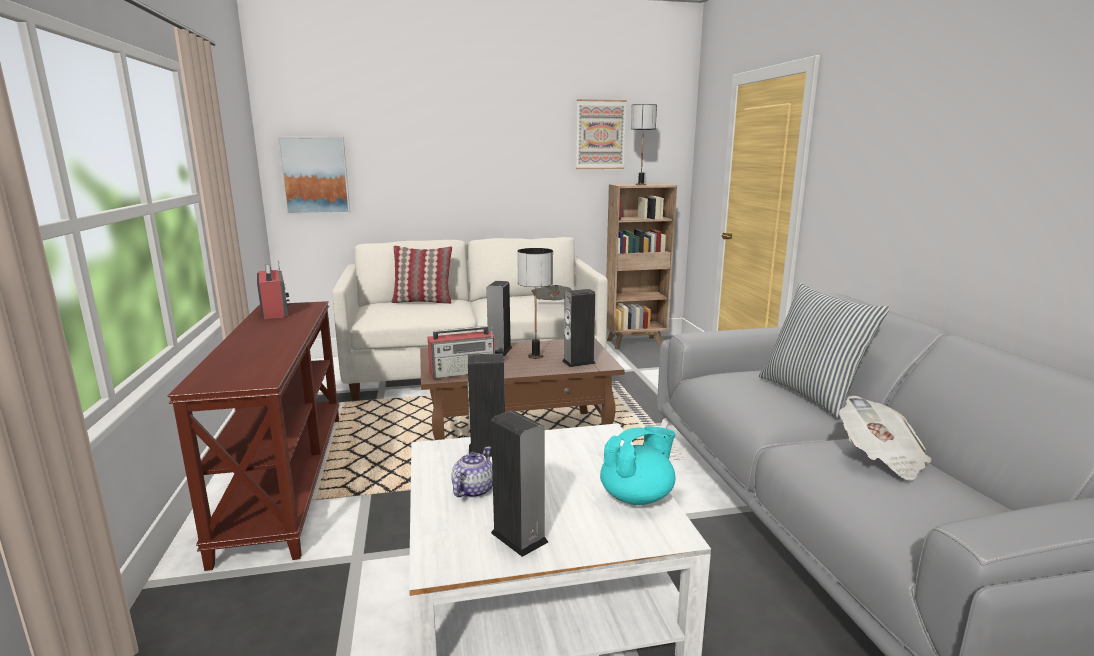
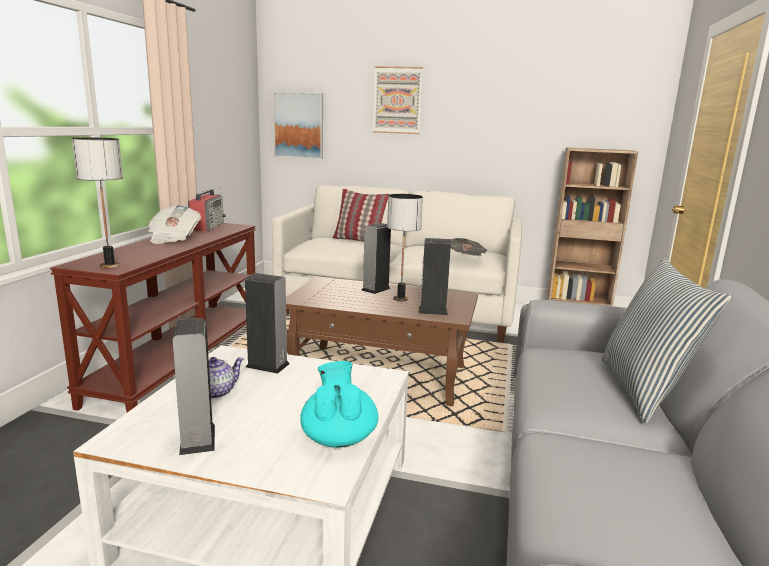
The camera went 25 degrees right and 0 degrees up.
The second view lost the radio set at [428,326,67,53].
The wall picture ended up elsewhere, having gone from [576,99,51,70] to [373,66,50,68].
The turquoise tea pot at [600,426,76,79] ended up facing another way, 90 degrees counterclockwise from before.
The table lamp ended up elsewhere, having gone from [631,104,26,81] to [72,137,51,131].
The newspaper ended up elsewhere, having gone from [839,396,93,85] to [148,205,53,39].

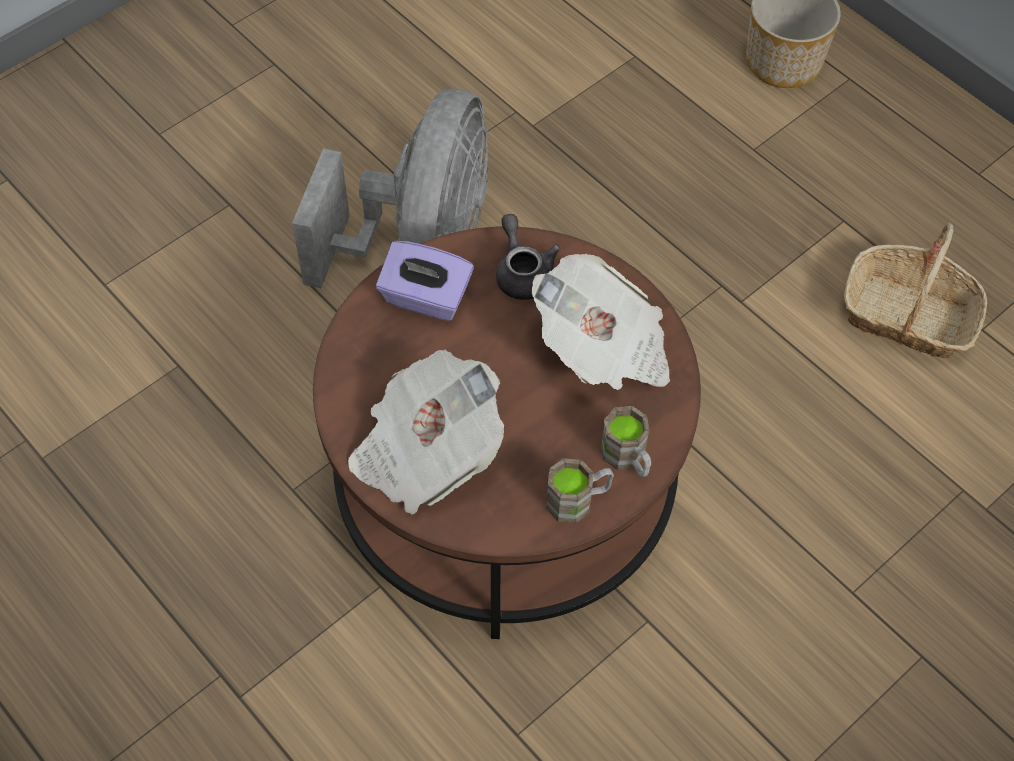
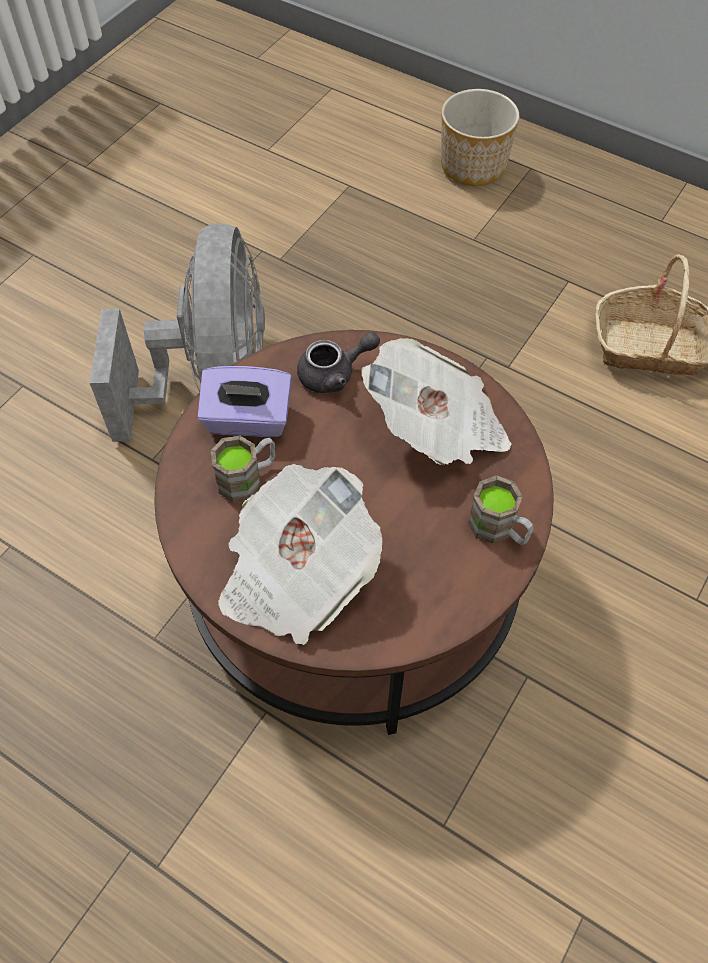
The camera went 15 degrees left and 0 degrees up.
The gray tea pot at [496,214,65,86] ended up facing another way, 105 degrees clockwise from before.
The brown mug ended up elsewhere, having gone from [546,458,68,65] to [211,436,64,66].

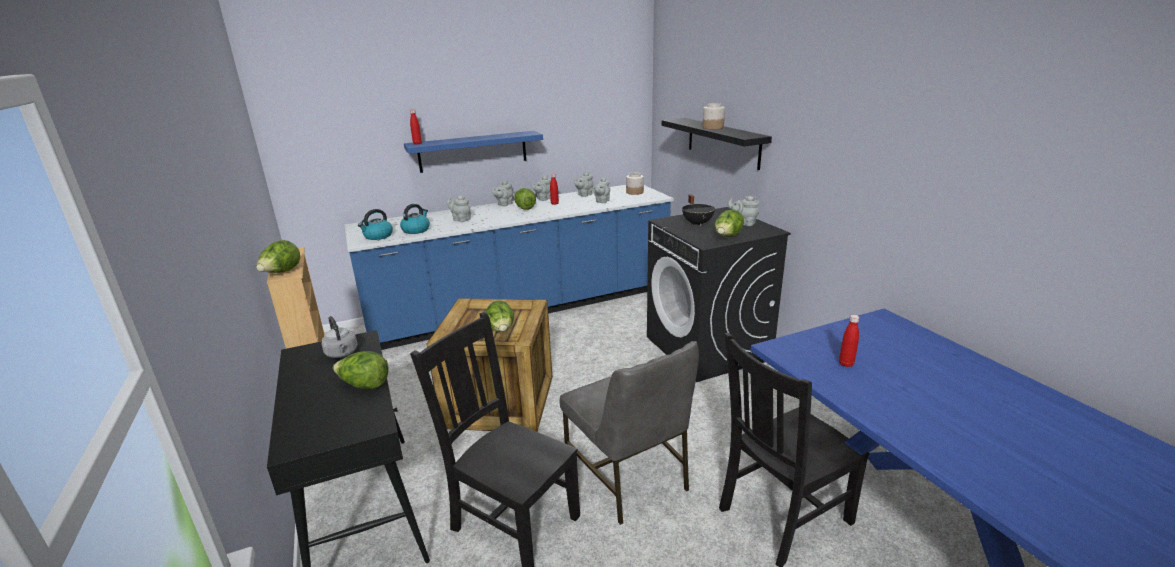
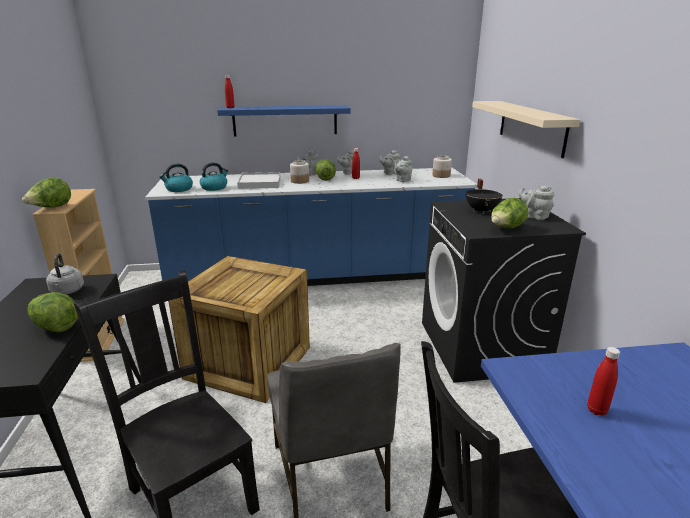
The camera went 15 degrees right and 0 degrees up.
Where the gray tea pot stood at [447,195,24,27], the white carrying tray came to stand at [237,172,43,17].
The second view lost the head of lettuce at [486,301,28,30].
What was the black shelf at [662,118,110,52] turned into the beige-coloured shelf at [472,101,108,57].
The jar ended up elsewhere, having gone from [703,103,22,26] to [290,160,19,24].

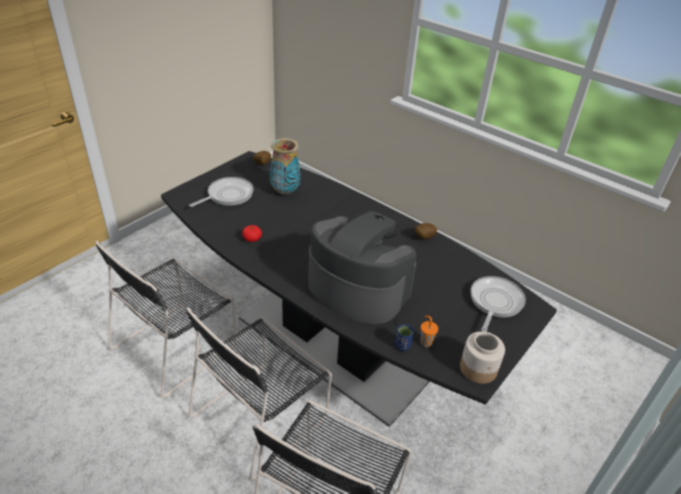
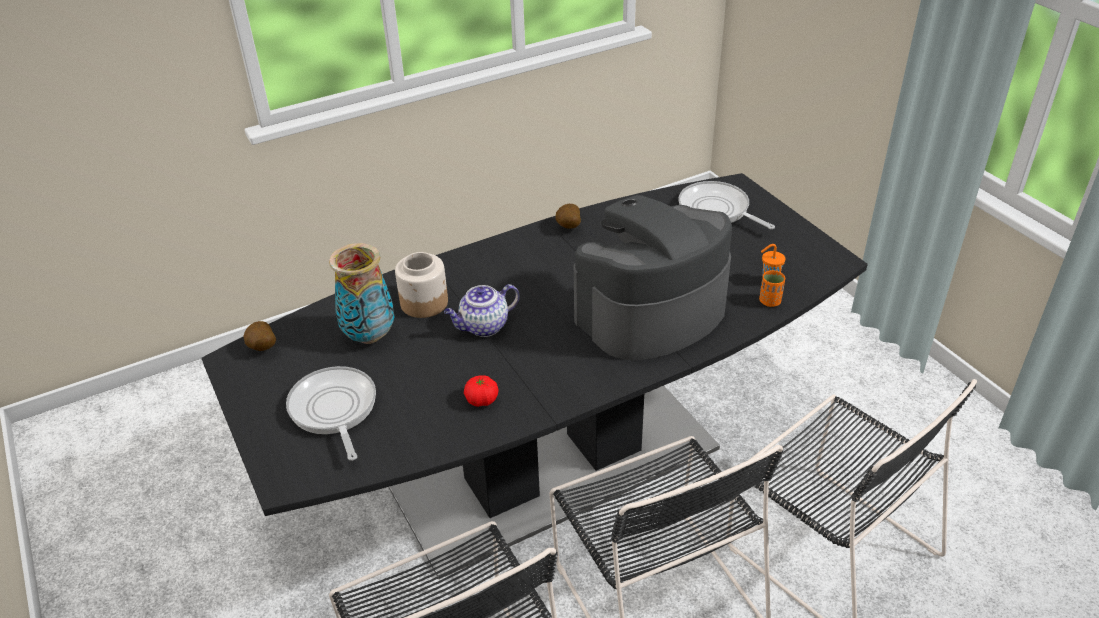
The camera went 65 degrees left and 0 degrees up.
What was the blue cup at [395,324,19,27] turned into the orange cup at [759,270,26,37].
The jar ended up elsewhere, having gone from [460,331,45,53] to [395,252,53,66].
The second view gained the tea pot at [444,284,76,53].

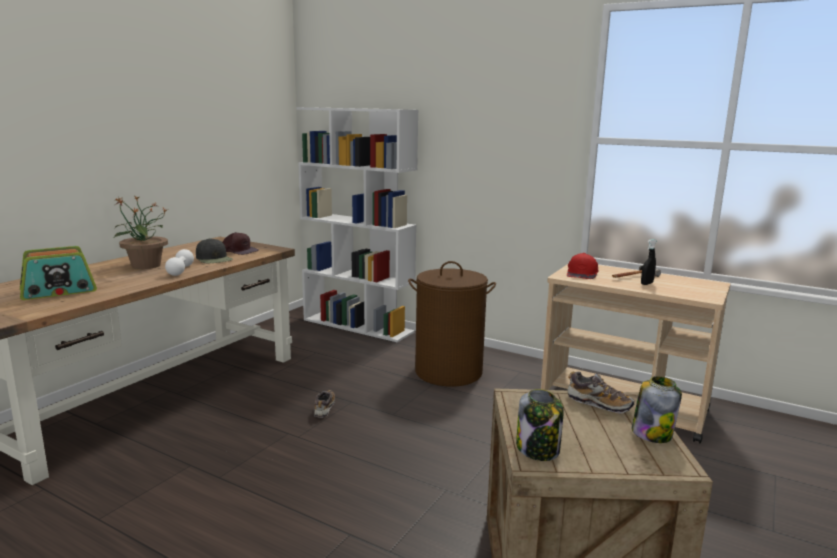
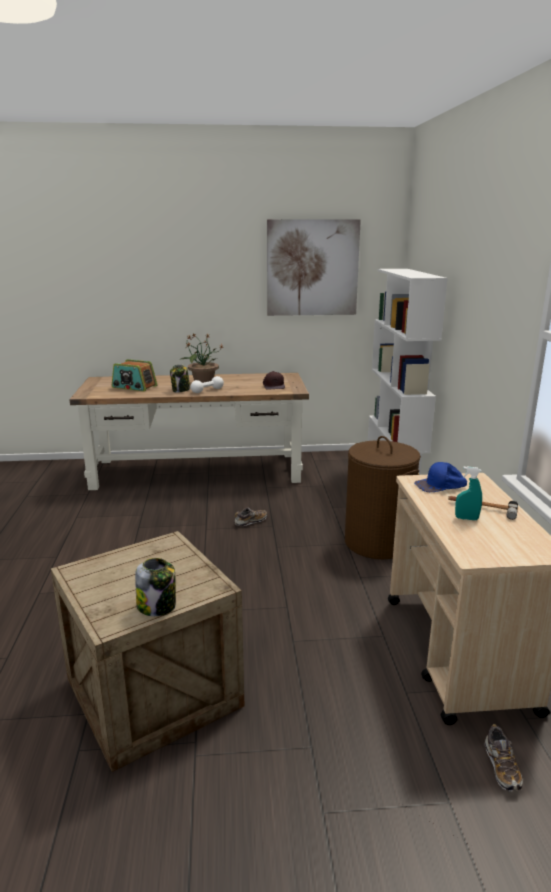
The camera went 55 degrees right and 5 degrees up.
The second view lost the black baseball cap at [196,238,37,25].
The jar ended up elsewhere, having gone from [516,389,48,72] to [170,365,20,28].
What was the red baseball cap at [567,253,32,26] turned into the blue baseball cap at [414,462,53,30].
The low shoe ended up elsewhere, having gone from [568,371,67,43] to [484,724,39,67].
What was the black sprayer at [641,239,15,46] turned into the turquoise sprayer at [455,466,27,54].
The second view gained the wall picture at [267,219,94,97].

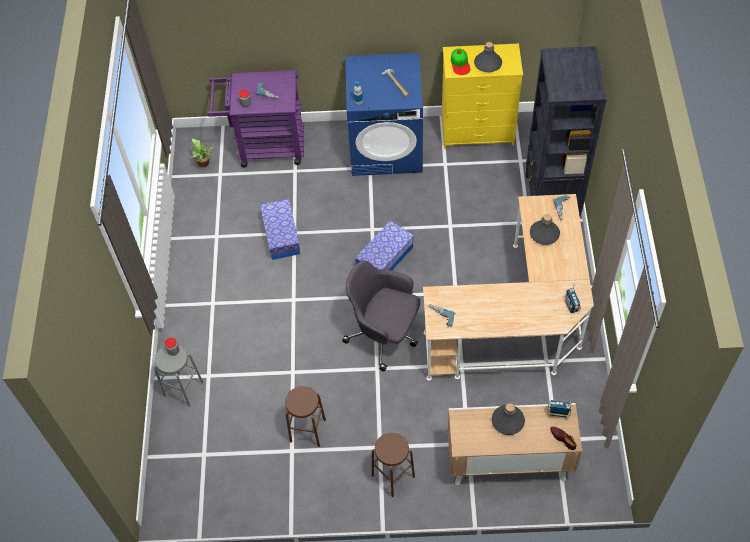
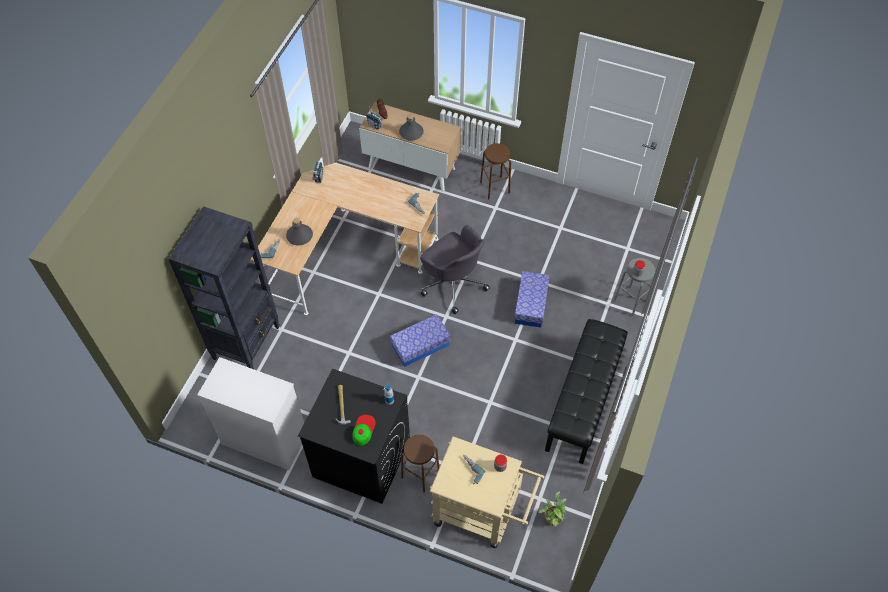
The camera went 160 degrees left and 0 degrees up.
What was the purple cart at [207,70,97,98] turned into the beige-coloured cart at [430,436,114,112].
The storage container ended up elsewhere, having gone from [260,199,40,61] to [514,271,36,57].
The brown stool ended up elsewhere, having gone from [285,386,41,61] to [401,435,38,58].
What was the blue laundry appliance at [345,53,78,123] turned into the black laundry appliance at [298,369,112,135].
What was the yellowish chest of drawers at [442,43,81,106] turned into the white chest of drawers at [197,357,107,113].
The baseball cap ended up elsewhere, having gone from [451,48,19,27] to [352,415,23,31].
The second view lost the gray drink bottle at [474,42,28,30].
The second view gained the black indoor bench at [545,319,83,145].

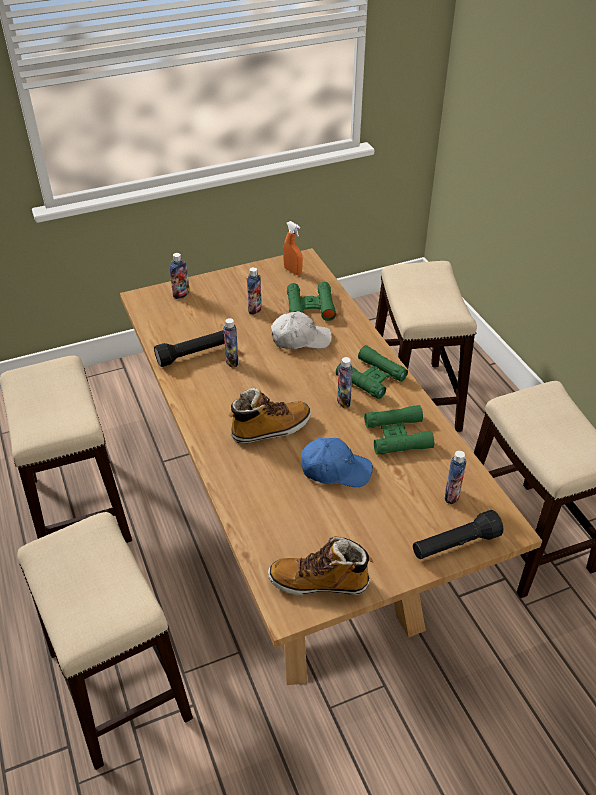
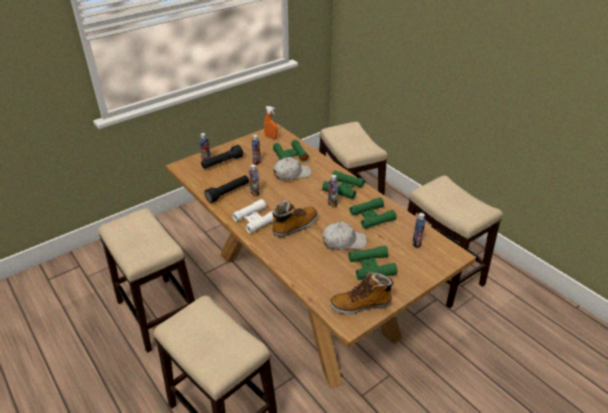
The camera went 15 degrees left and 5 degrees down.
What was the blue baseball cap at [301,438,72,49] turned into the white baseball cap at [322,222,45,28].
The black torch ended up elsewhere, having gone from [413,510,90,49] to [201,145,42,24].
The second view gained the white binoculars at [232,199,42,34].
The second view gained the greenish binoculars at [348,246,49,34].

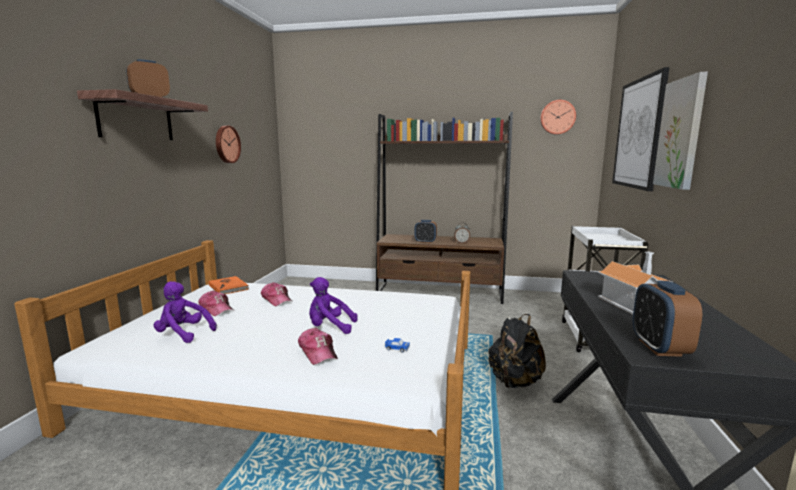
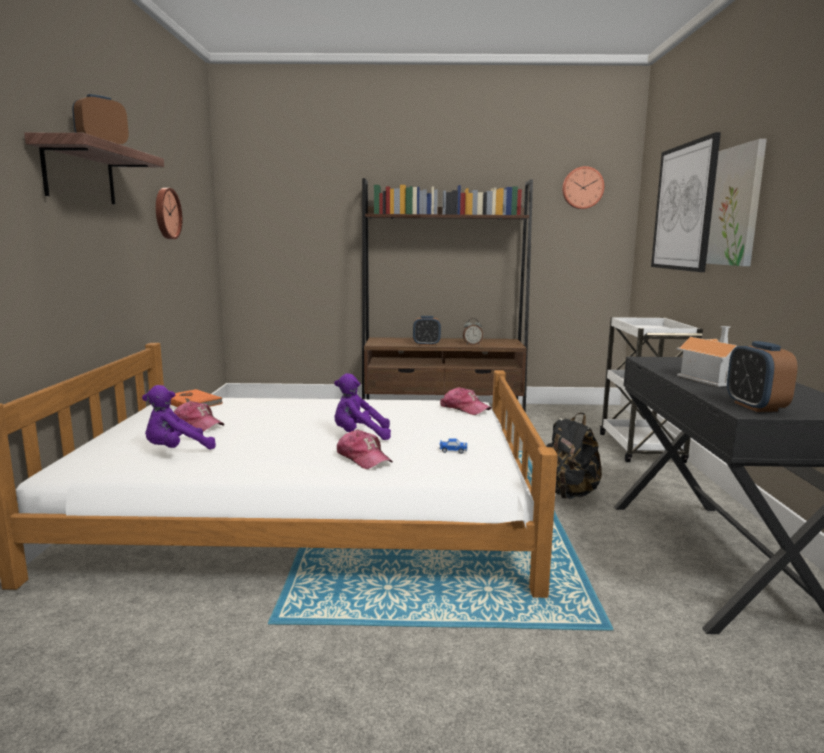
The camera went 10 degrees left and 0 degrees up.
The purple plush toy at [154,281,63,62] ended up facing another way, 45 degrees counterclockwise from before.
The baseball cap ended up elsewhere, having gone from [261,282,32,24] to [440,387,51,28].

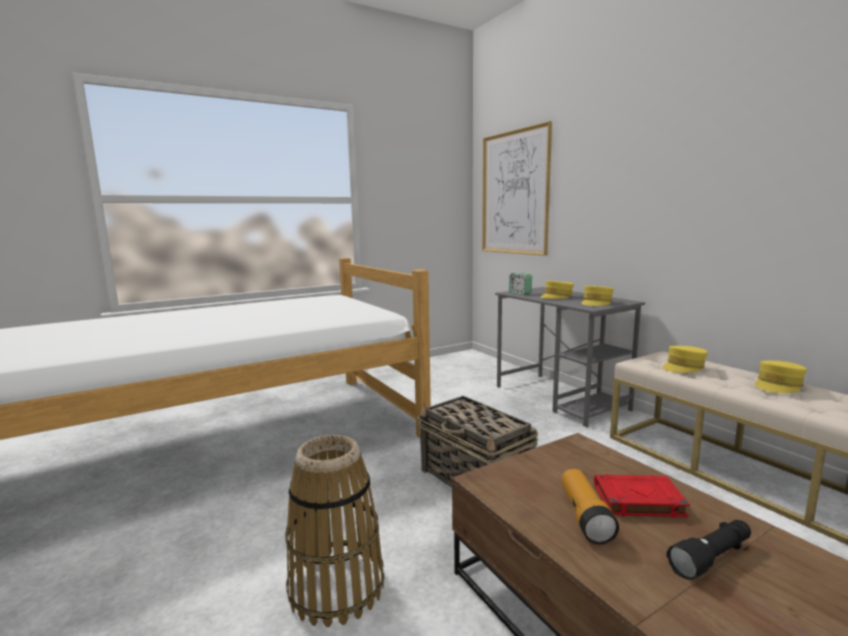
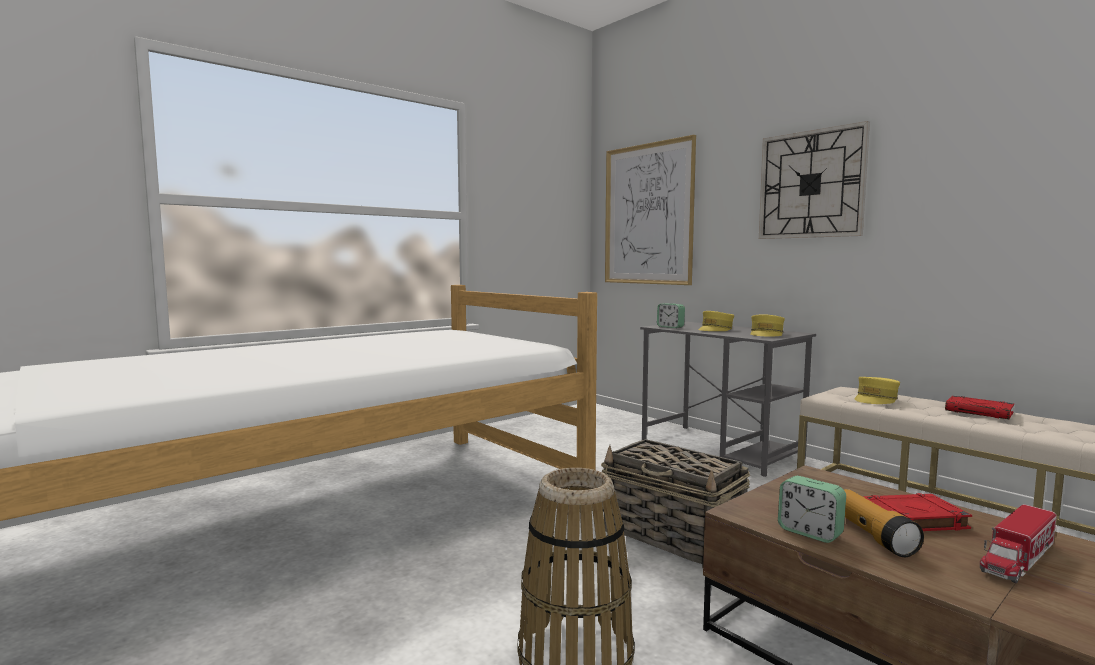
The camera went 10 degrees left and 5 degrees down.
Where the black torch stood at [667,520,84,60], the toy truck came to stand at [980,504,76,79].
Where the yellowish baseball cap stood at [755,361,52,32], the red volume came to stand at [945,396,69,23].
The second view gained the clock on the wall at [759,121,111,118].
The second view gained the bedside clock at [778,476,68,67].

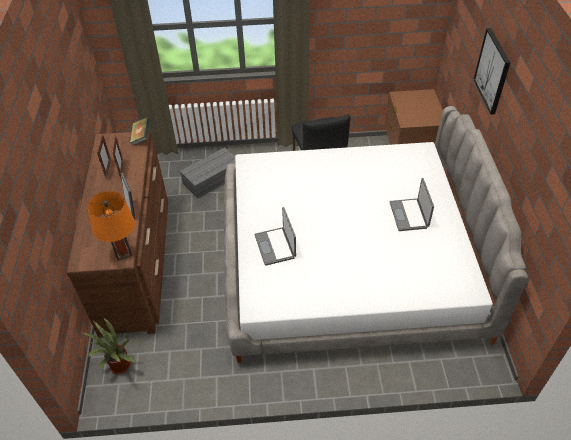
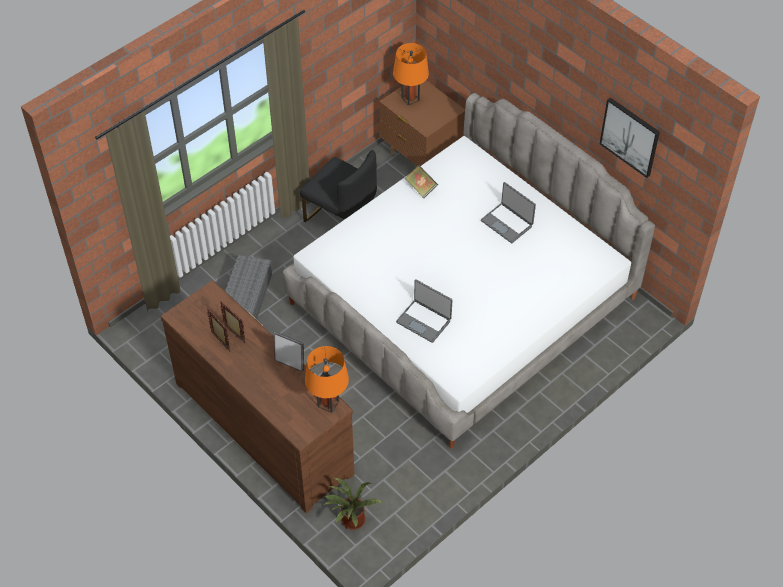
The camera went 40 degrees left and 5 degrees up.
The volume ended up elsewhere, having gone from [130,117,20,28] to [405,165,33,33].
The wall picture ended up elsewhere, having gone from [474,28,37,87] to [600,97,60,81].
The second view gained the orange table lamp at [393,43,36,63].

